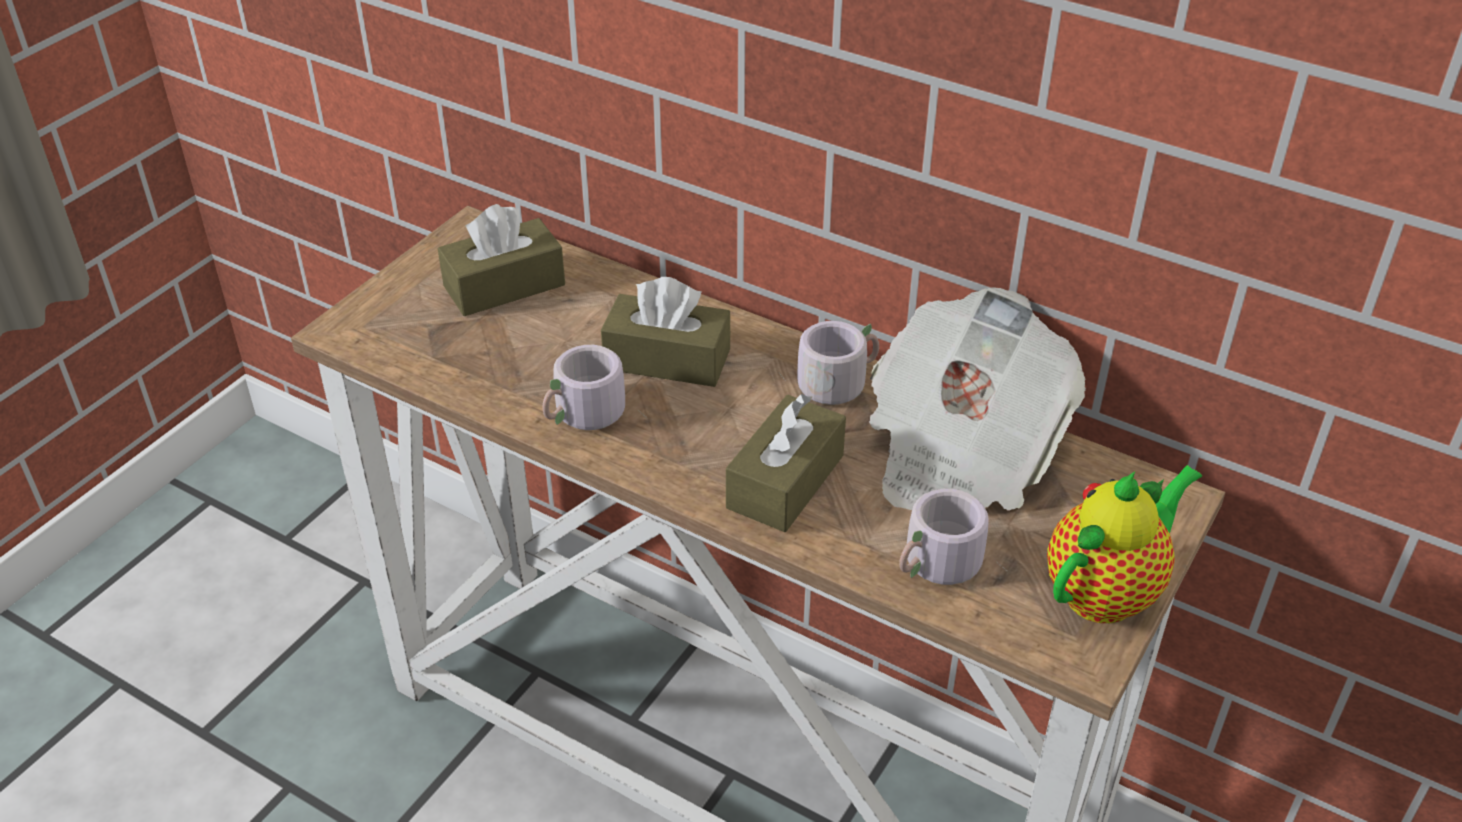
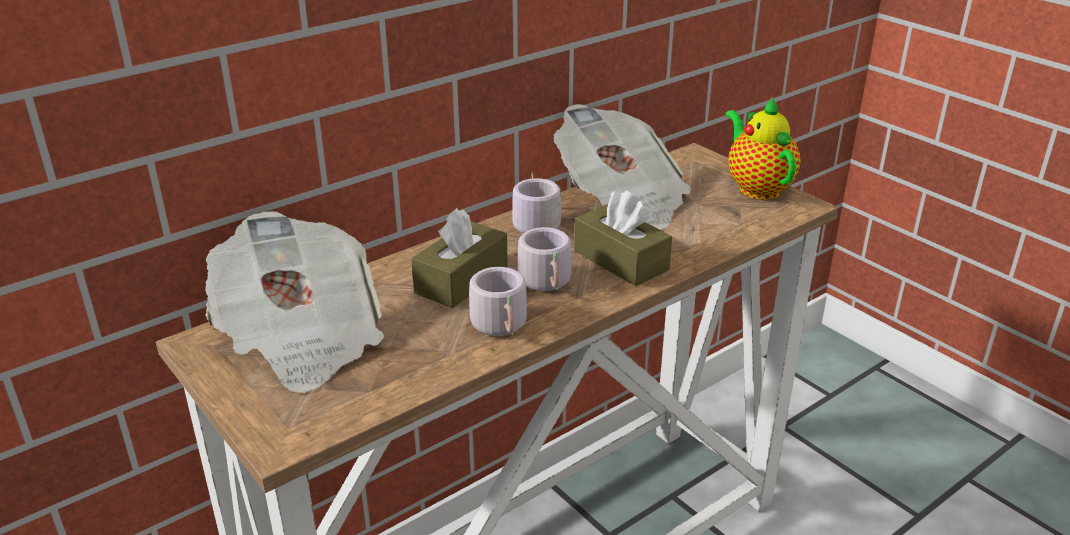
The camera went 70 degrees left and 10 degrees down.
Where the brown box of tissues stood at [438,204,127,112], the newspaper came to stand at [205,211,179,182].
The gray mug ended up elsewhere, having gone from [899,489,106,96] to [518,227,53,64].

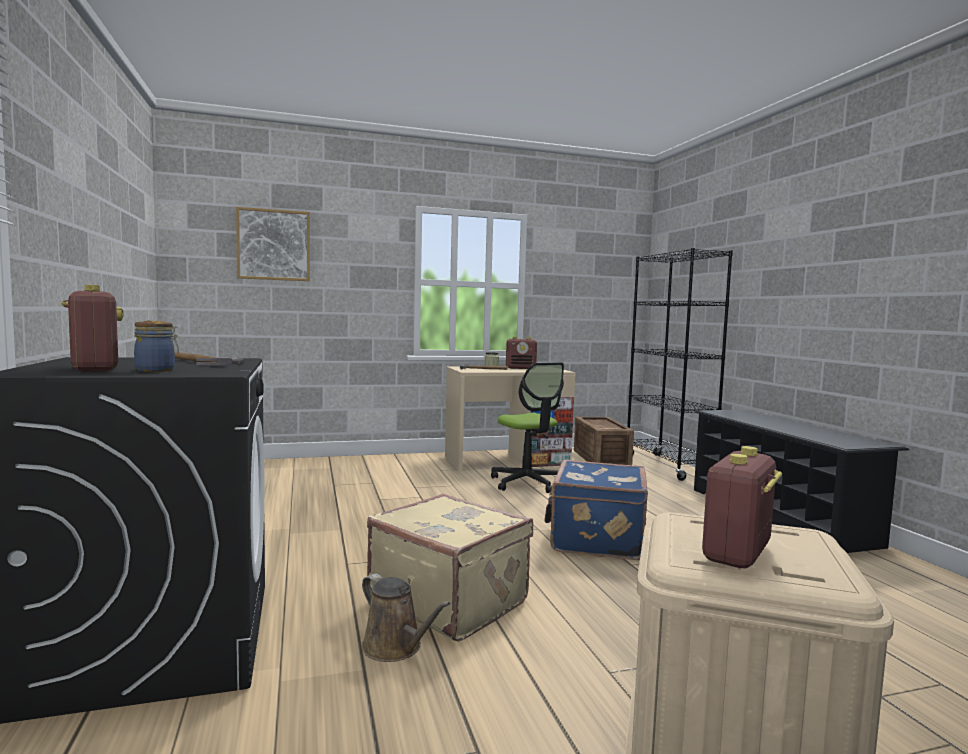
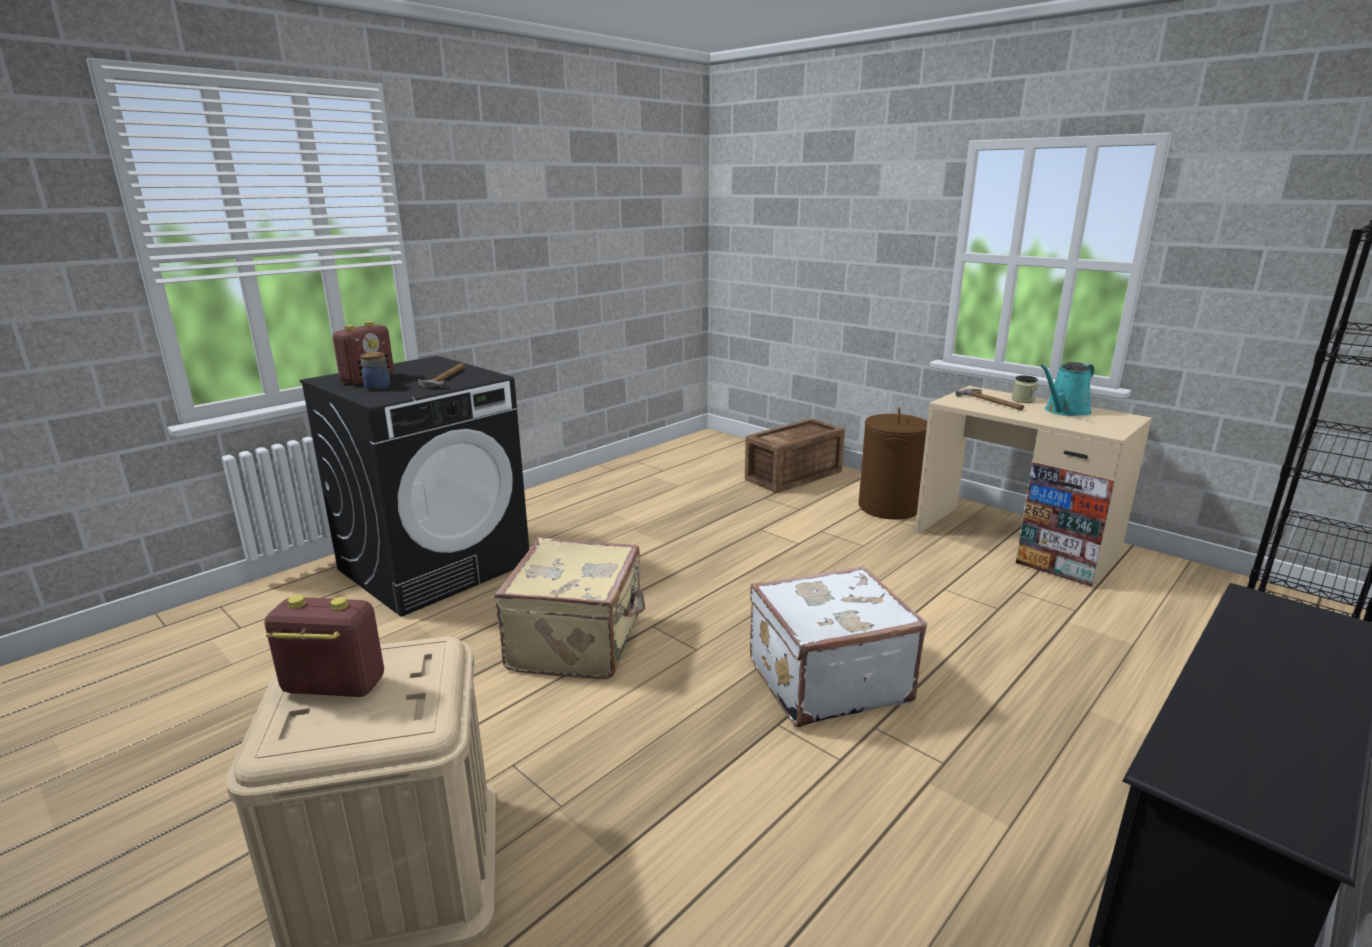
The camera went 60 degrees right and 15 degrees up.
The second view lost the wall picture at [236,207,74,74].
The second view lost the brown watering can at [362,574,89,88].
The second view lost the office chair at [491,362,73,131].
Where the radio set stood at [506,337,31,32], the turquoise watering can came to stand at [1040,362,54,54].
What was the blue piece of luggage at [544,460,104,100] turned into the white piece of luggage at [750,566,177,161].
The crate ended up elsewhere, having gone from [574,417,60,48] to [745,419,100,74].
The second view gained the brown hamper at [859,408,68,112].

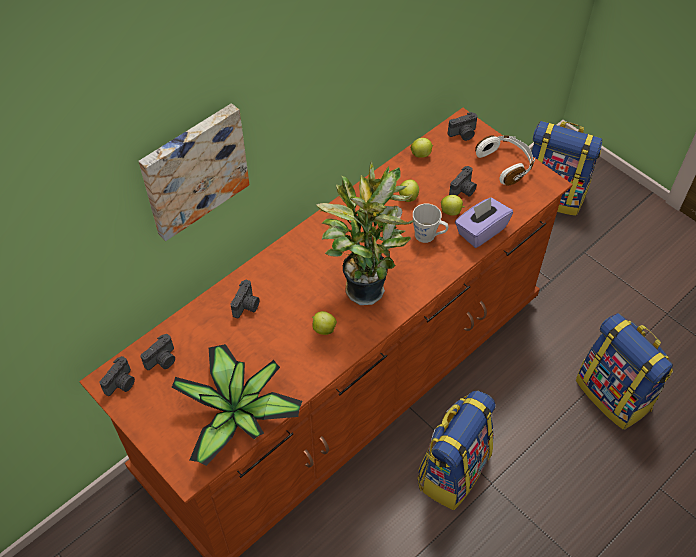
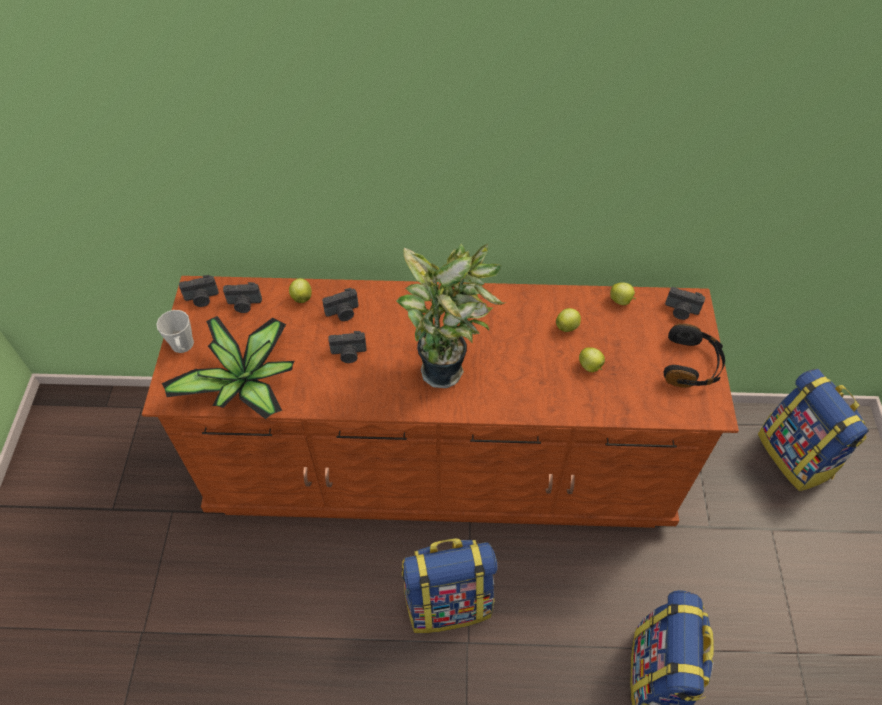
The camera went 45 degrees right and 0 degrees up.
The second view lost the wall picture at [139,103,110,138].
The apple fruit ended up elsewhere, having gone from [312,311,25,24] to [289,278,23,25].
The gray mug ended up elsewhere, having gone from [413,203,36,40] to [156,310,38,43].
The still camera ended up elsewhere, having gone from [449,166,28,31] to [328,331,38,32].
The second view lost the purple box of tissues at [455,197,58,51].
What was the white pair of headphones at [475,135,60,51] turned into the black pair of headphones at [664,323,61,65].

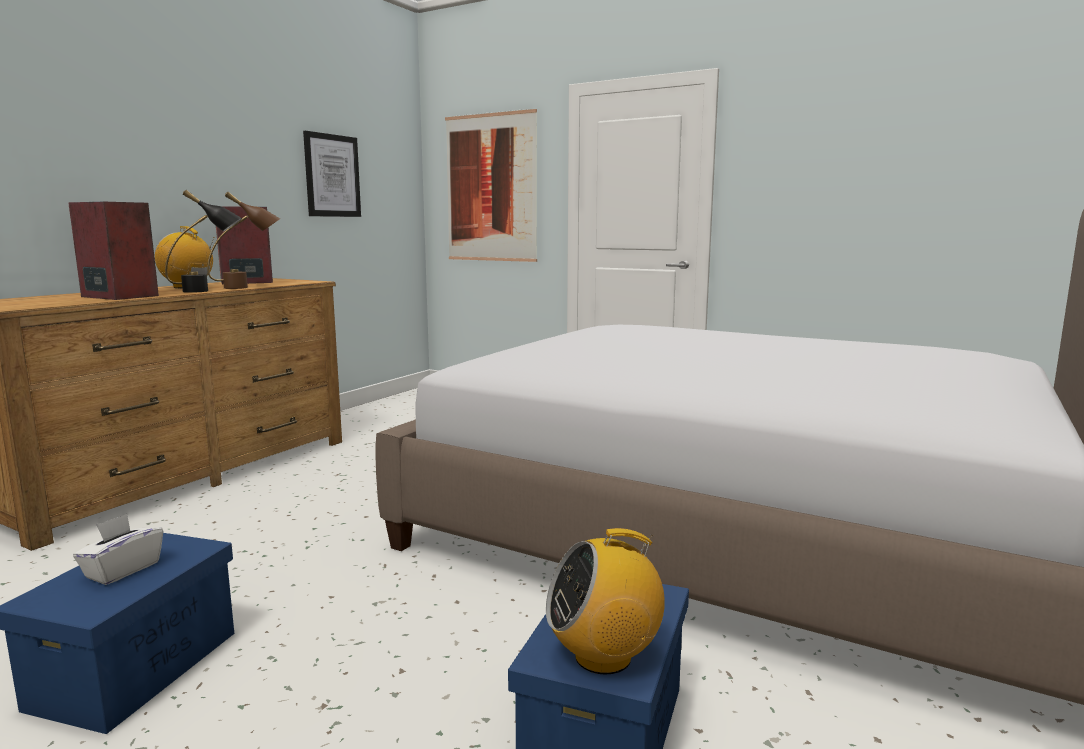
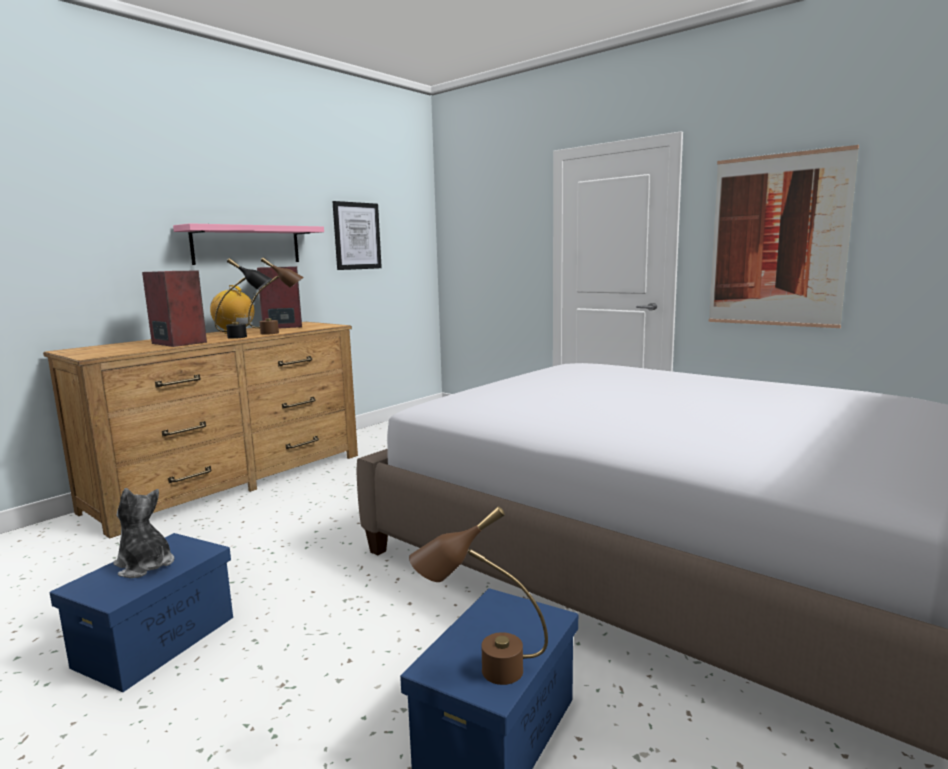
The camera went 10 degrees right and 0 degrees up.
Where the white box of tissues stood at [73,514,90,71], the plush toy came to stand at [113,488,62,90].
The wall picture ended up elsewhere, having gone from [445,109,92,153] to [709,145,150,183].
Where the radio set stood at [546,528,119,147], the brown table lamp came to stand at [409,506,139,179].
The second view gained the pink-coloured shelf at [173,223,151,42].

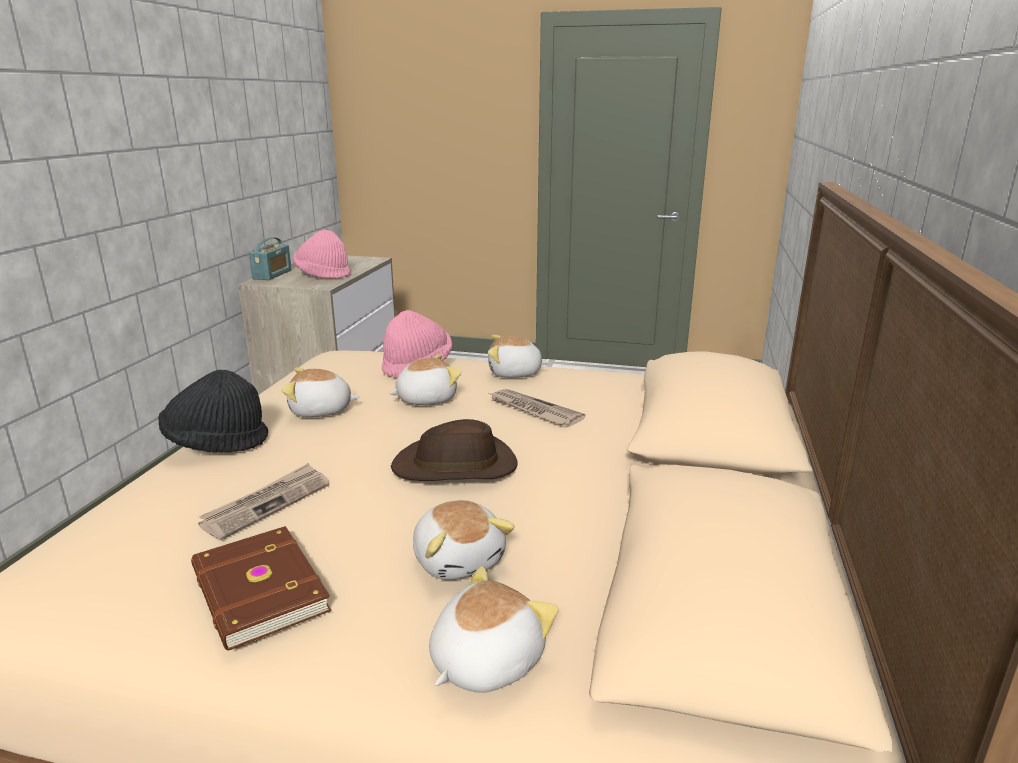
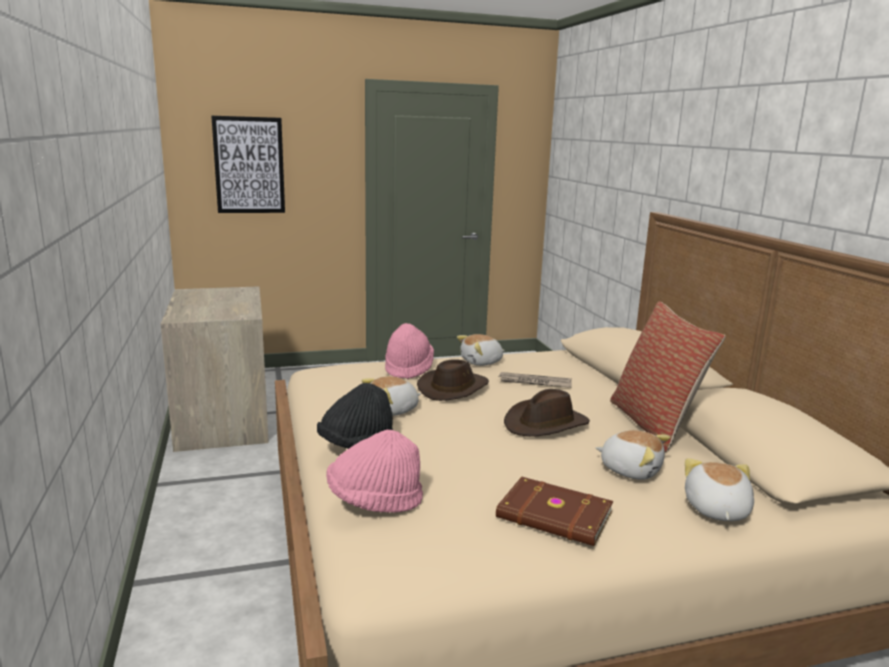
The camera went 30 degrees left and 5 degrees down.
The second view lost the newspaper at [198,463,131,77].
The second view lost the radio set at [249,237,43,43].
The pink-coloured hat ended up elsewhere, having gone from [293,230,58,49] to [326,430,97,83].
Where the plush toy stood at [389,354,72,51], the brown hat came to stand at [417,359,72,42].
The second view gained the wall picture at [211,116,74,97].
The second view gained the cushion at [610,301,115,151].

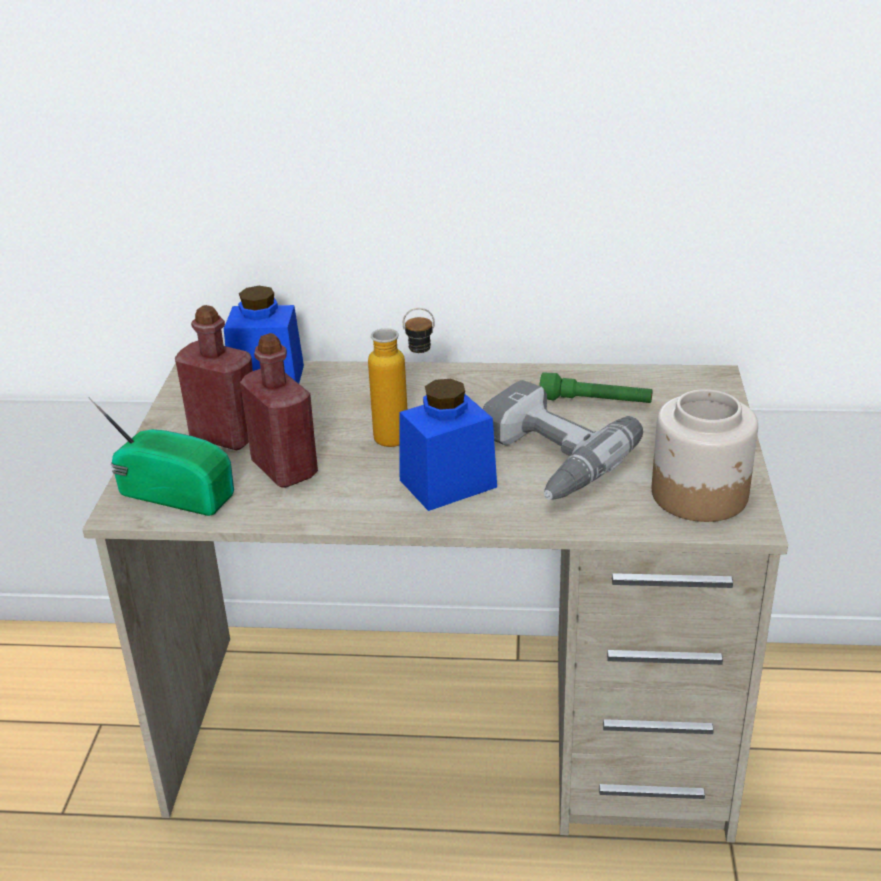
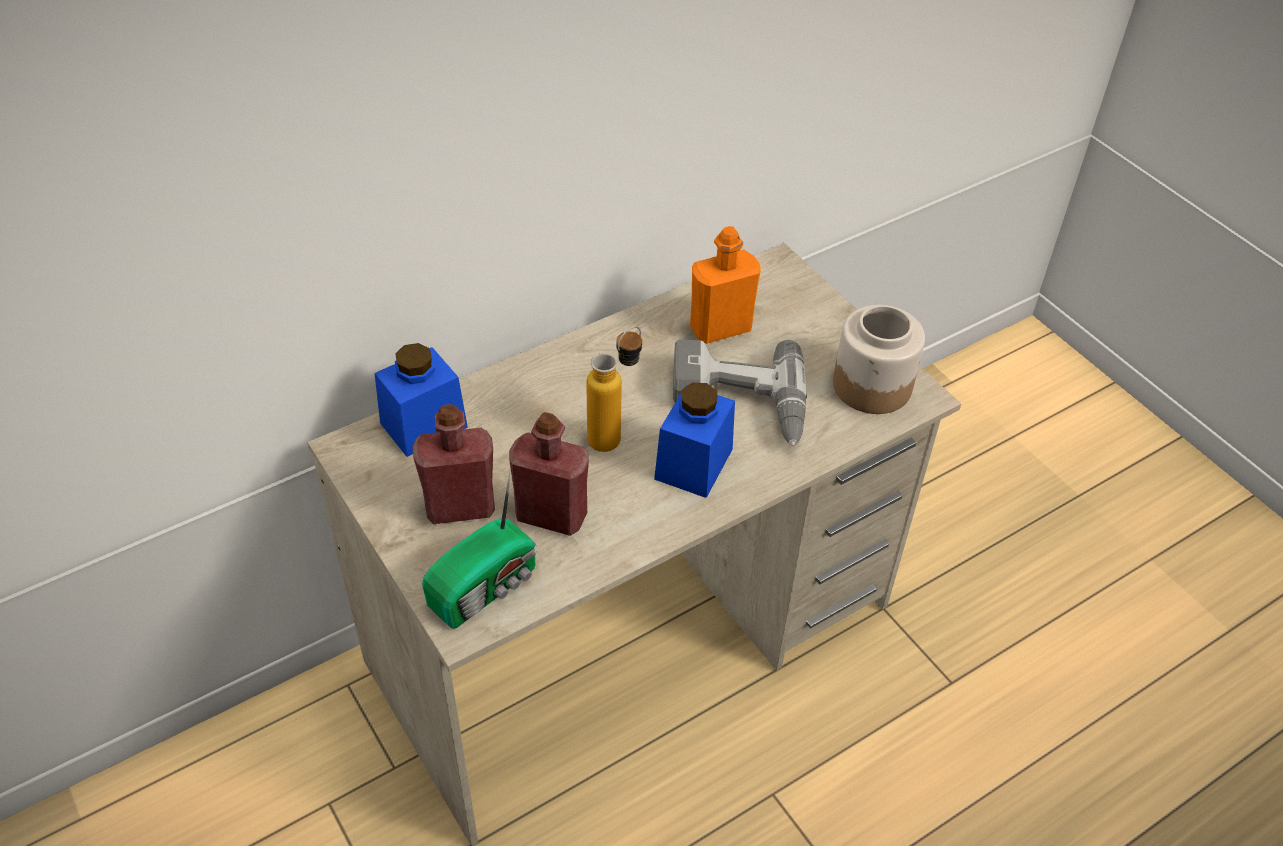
The camera went 40 degrees left and 15 degrees up.
The radio set at [89,397,145,119] ended up facing another way, 150 degrees clockwise from before.
Where the greenish torch stood at [539,372,114,31], the orange drink bottle came to stand at [690,226,71,118].

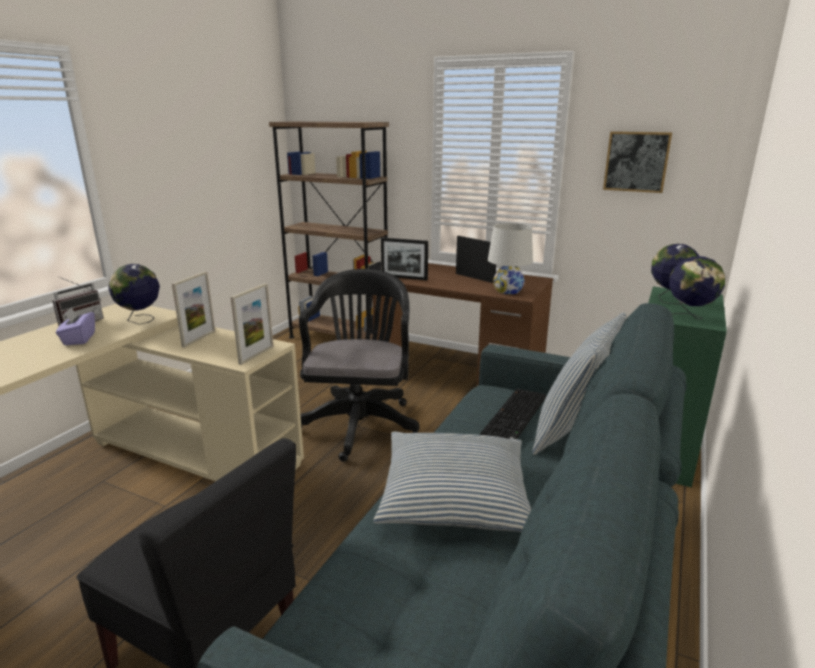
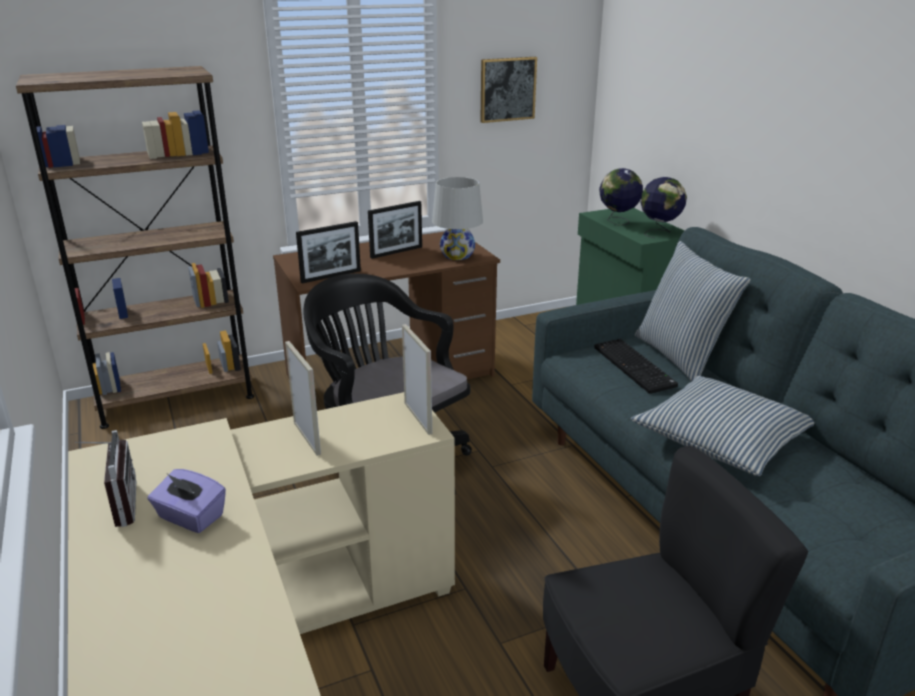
The camera went 50 degrees left and 5 degrees up.
The second view lost the world globe at [108,264,52,61].
The picture frame at [456,236,40,47] ended up facing another way, 150 degrees clockwise from before.

